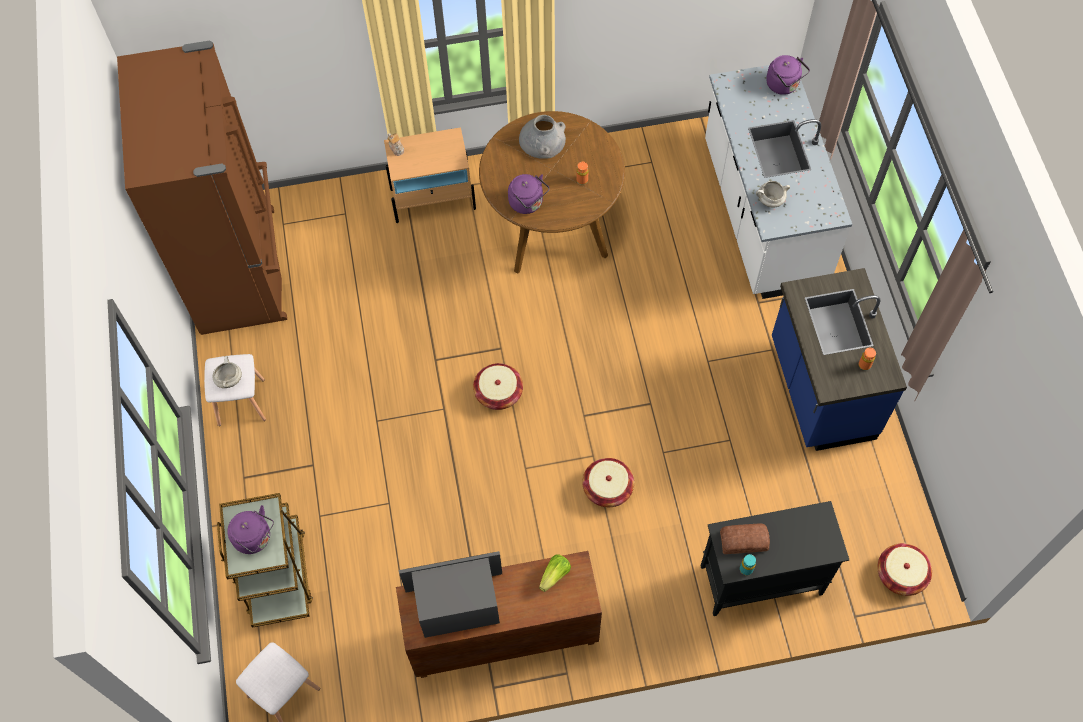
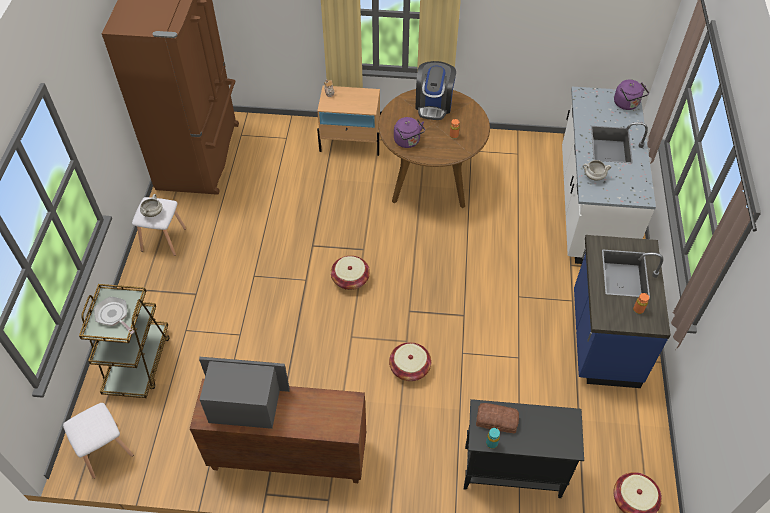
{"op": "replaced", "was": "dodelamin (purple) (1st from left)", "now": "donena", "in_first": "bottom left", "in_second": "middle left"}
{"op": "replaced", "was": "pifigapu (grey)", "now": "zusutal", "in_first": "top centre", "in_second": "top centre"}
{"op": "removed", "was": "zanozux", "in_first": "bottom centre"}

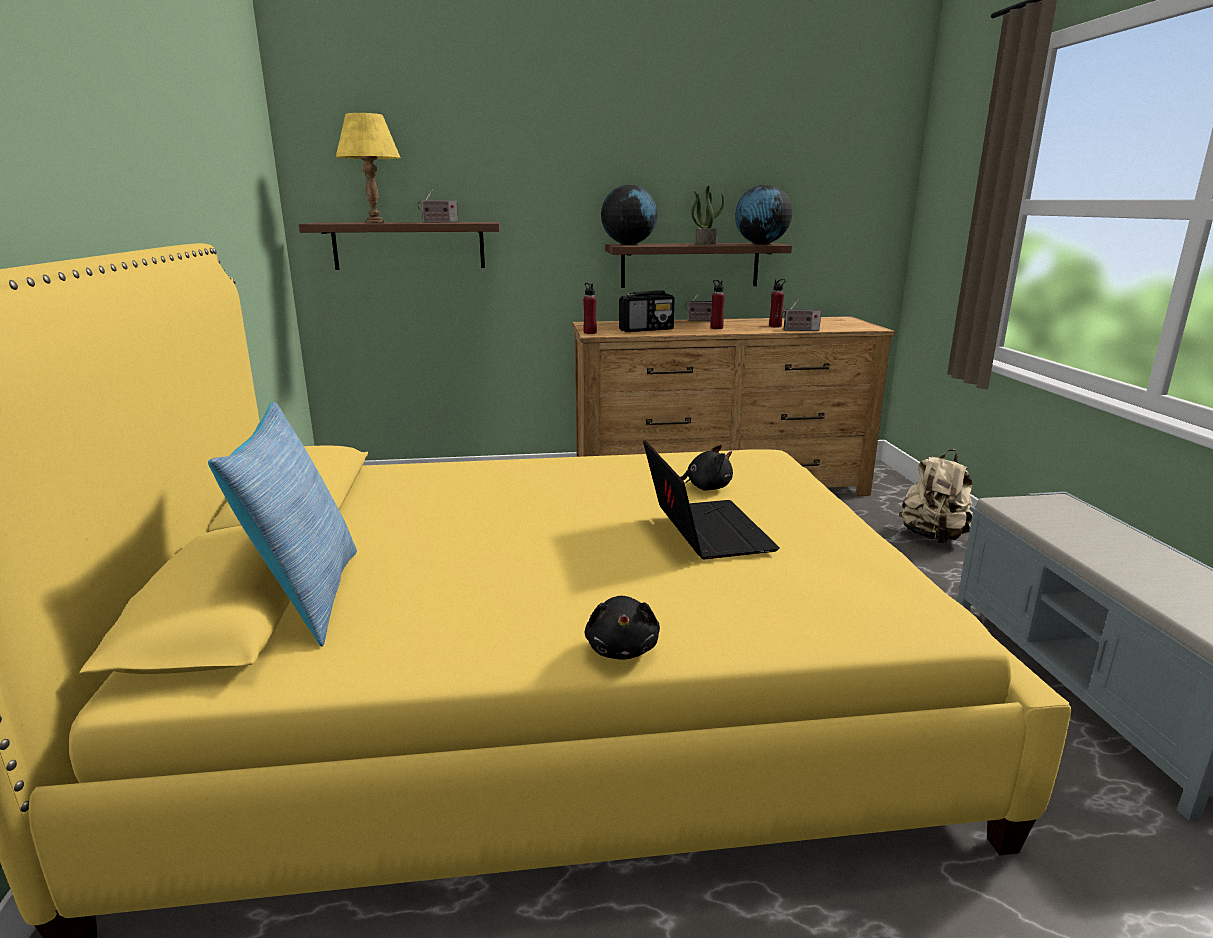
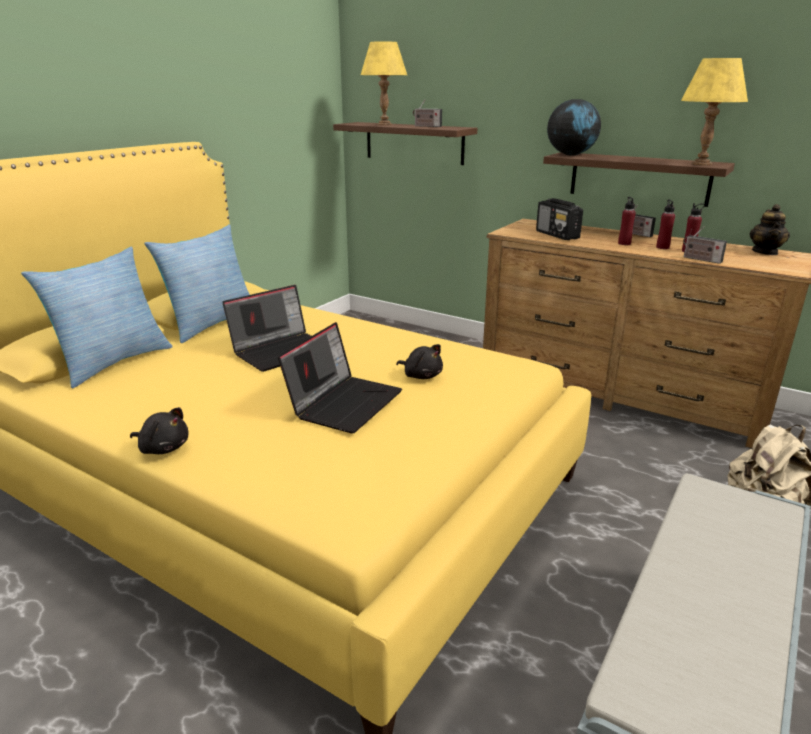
{"op": "moved", "was": "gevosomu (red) (1st from left in the first image)", "now": "gevosomu (red) (2nd from left)", "in_first": "top centre", "in_second": "top right"}
{"op": "turned", "was": "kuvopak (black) (1st from left)", "in_first": "bottom centre", "in_second": "middle left", "clockwise": -105}
{"op": "turned", "was": "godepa (2nd from left)", "in_first": "top centre", "in_second": "top right", "clockwise": 45}
{"op": "removed", "was": "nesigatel", "in_first": "top centre"}
{"op": "replaced", "was": "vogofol (2nd from left)", "now": "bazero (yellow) (2nd from left)", "in_first": "top centre", "in_second": "top right"}
{"op": "added", "now": "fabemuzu (2nd from left)", "in_second": "middle left"}
{"op": "added", "now": "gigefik (1st from left)", "in_second": "middle left"}
{"op": "added", "now": "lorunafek", "in_second": "top right"}

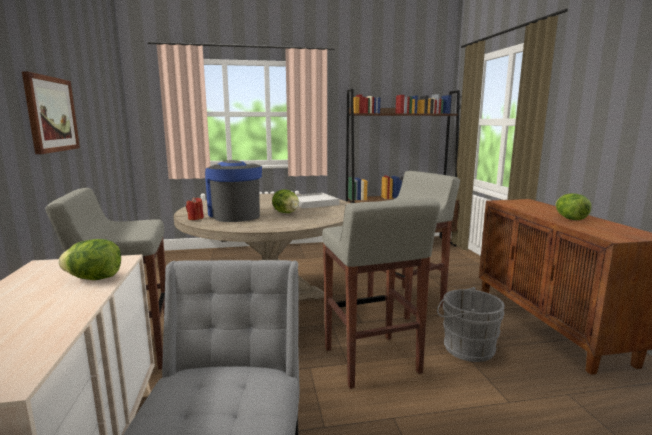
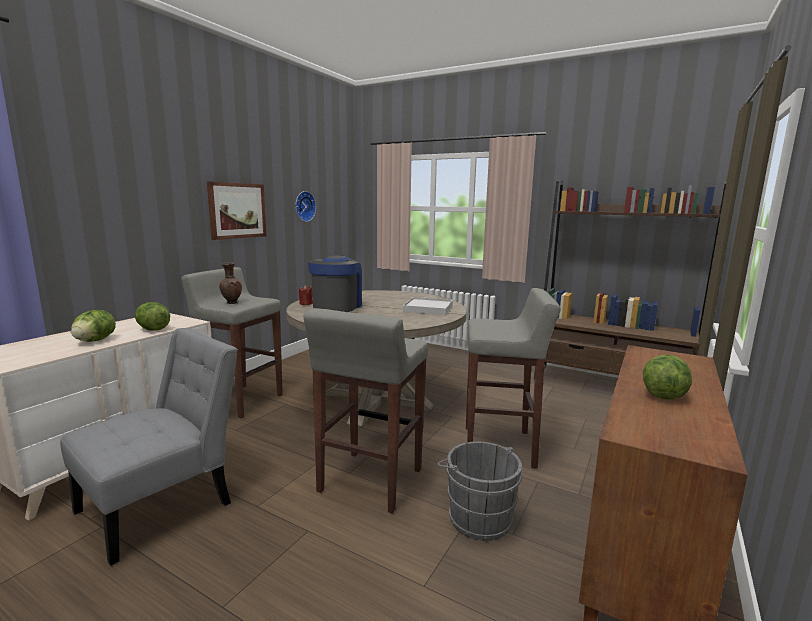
{"op": "moved", "was": "zanozux (2nd from left in the first image)", "now": "zanozux (1st from left)", "in_first": "centre", "in_second": "middle left"}
{"op": "added", "now": "pifigapu (brown)", "in_second": "middle left"}
{"op": "added", "now": "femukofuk", "in_second": "top centre"}

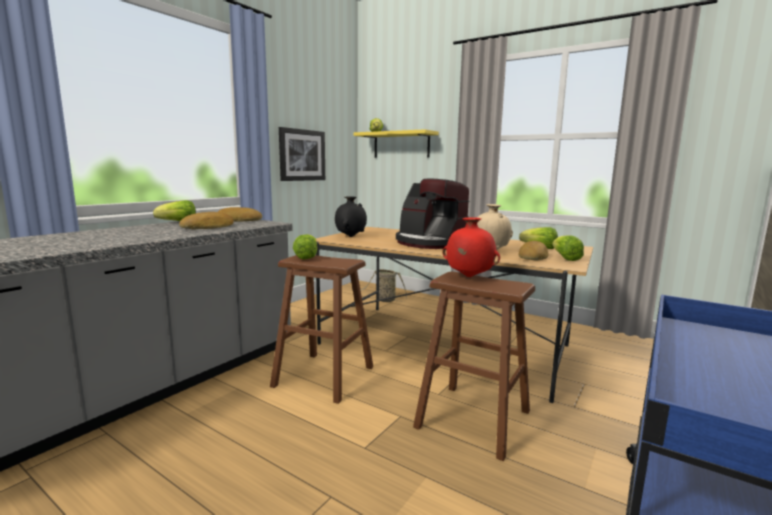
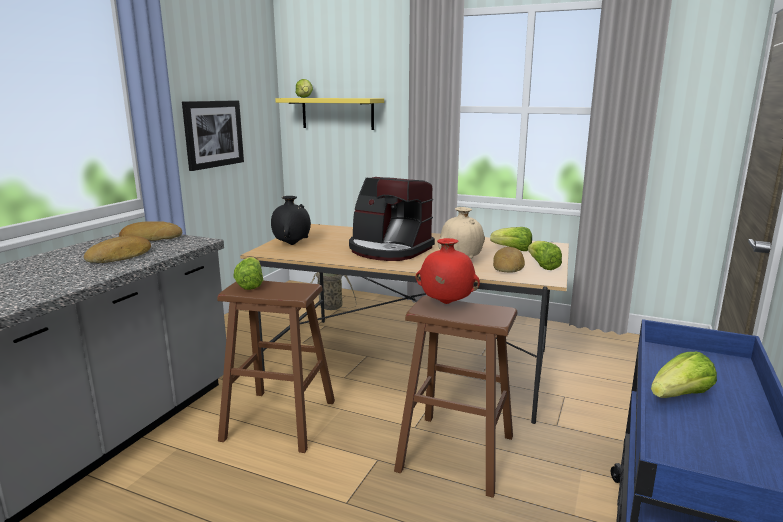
{"op": "moved", "was": "zanozux (1st from left in the first image)", "now": "zanozux (5th from left)", "in_first": "middle left", "in_second": "bottom right"}

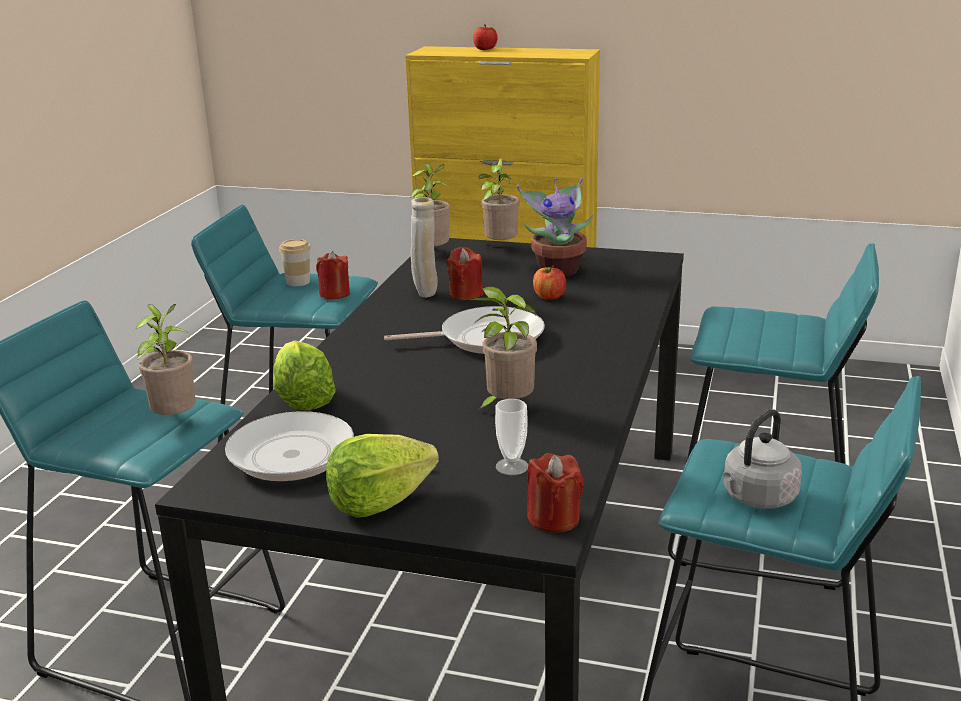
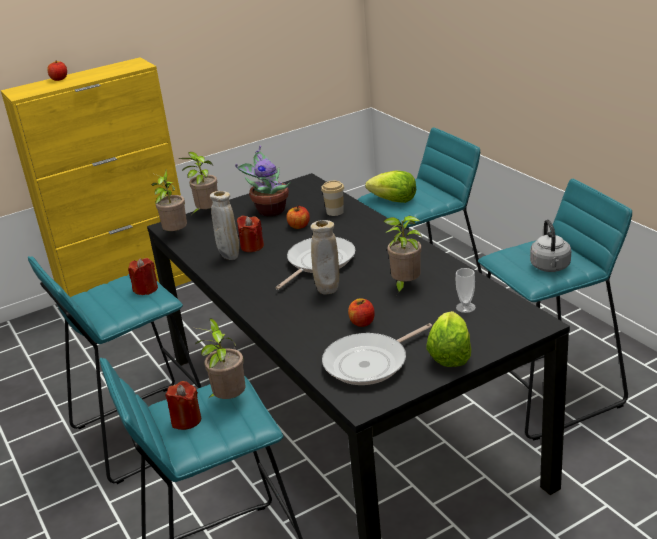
{"op": "moved", "was": "zanozux (1st from left)", "in_first": "middle left", "in_second": "centre"}
{"op": "moved", "was": "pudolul (1st from left)", "in_first": "middle left", "in_second": "centre"}
{"op": "moved", "was": "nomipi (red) (3rd from left in the first image)", "now": "nomipi (red) (2nd from left)", "in_first": "bottom centre", "in_second": "bottom left"}
{"op": "added", "now": "pifigapu (beige) (2nd from left)", "in_second": "centre"}
{"op": "added", "now": "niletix (3rd from left)", "in_second": "centre"}

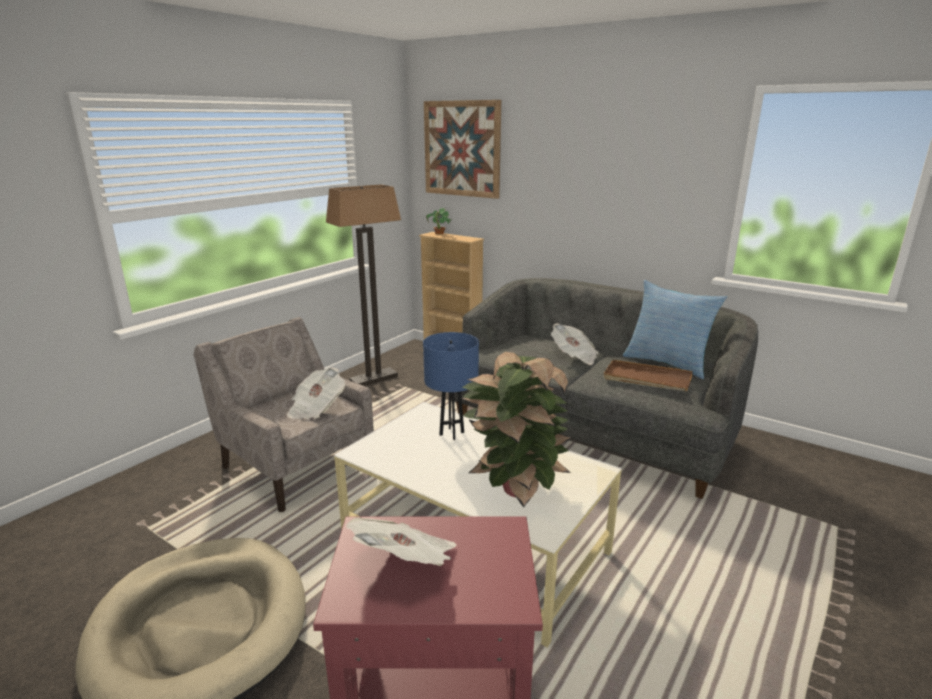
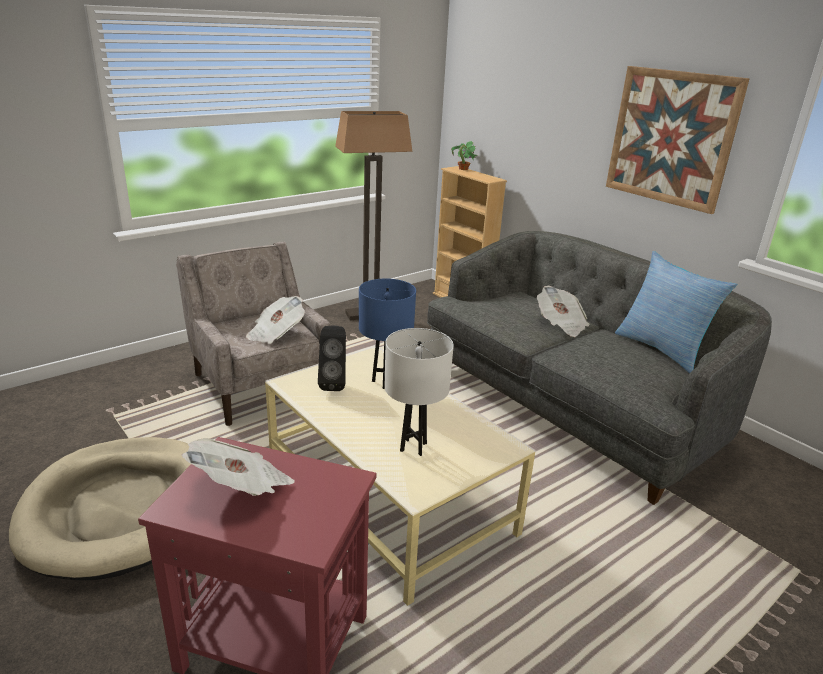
{"op": "moved", "was": "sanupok", "in_first": "top centre", "in_second": "top right"}
{"op": "replaced", "was": "nesigatel (2nd from left)", "now": "bazero (white)", "in_first": "centre", "in_second": "centre"}
{"op": "removed", "was": "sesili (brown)", "in_first": "middle right"}
{"op": "added", "now": "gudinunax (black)", "in_second": "centre"}

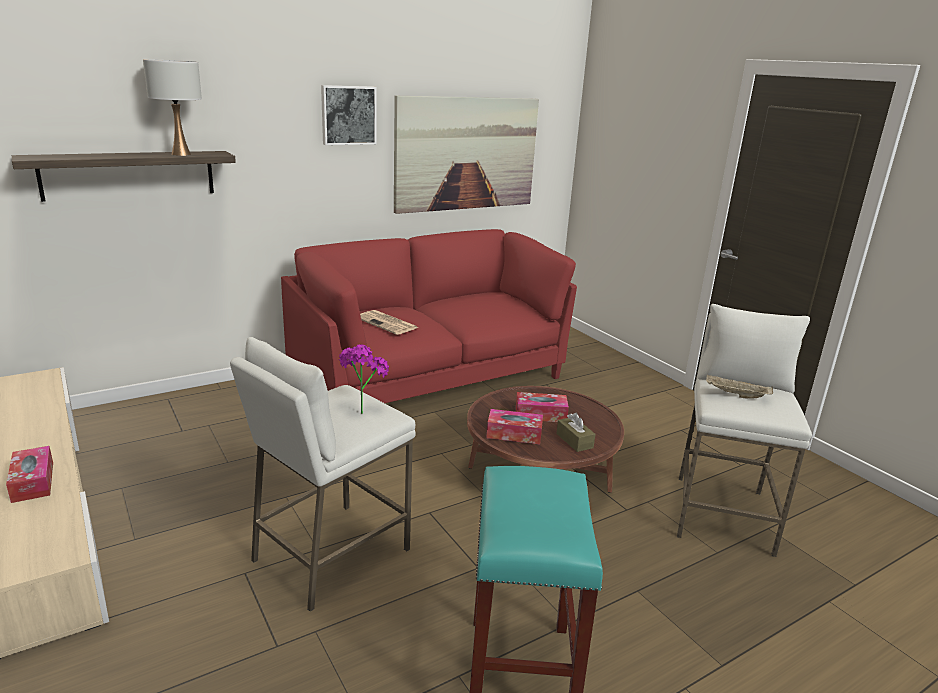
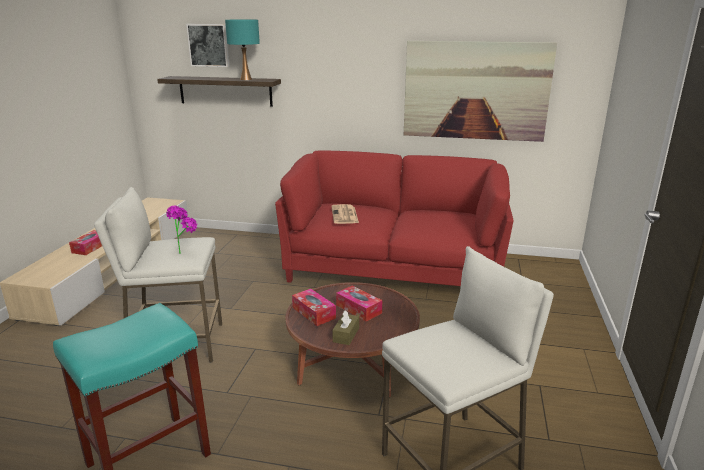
{"op": "recoloured", "was": "bazero (white)", "now": "bazero (turquoise)", "in_first": "top left", "in_second": "top centre"}
{"op": "moved", "was": "sanupok (1st from left)", "in_first": "top centre", "in_second": "top left"}
{"op": "removed", "was": "sesili (beige)", "in_first": "middle right"}

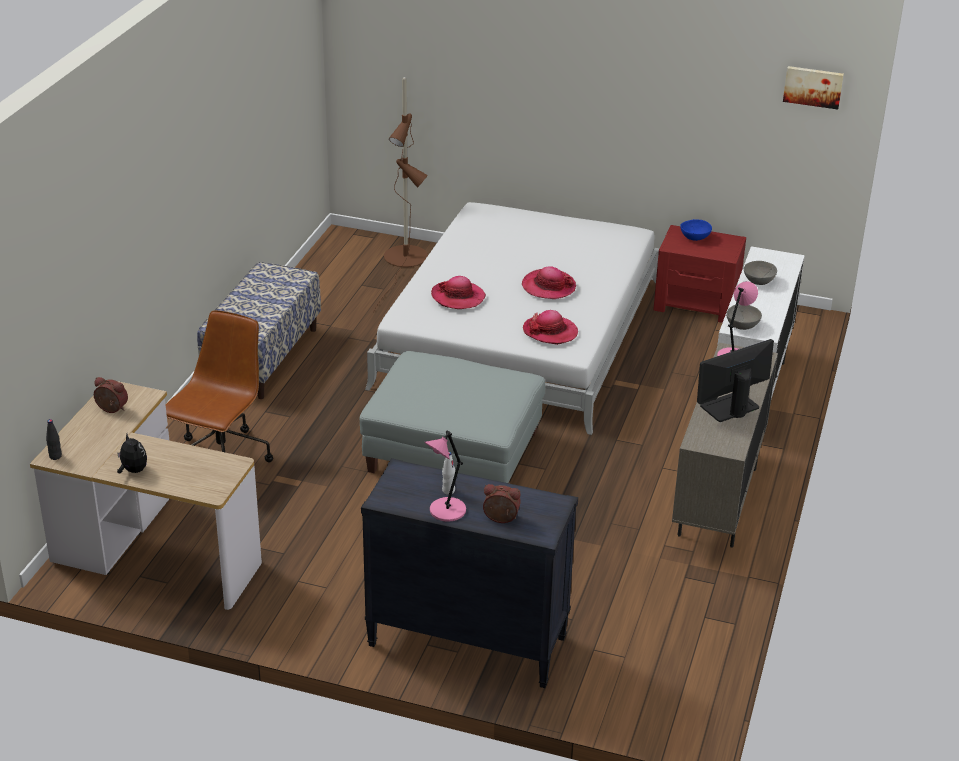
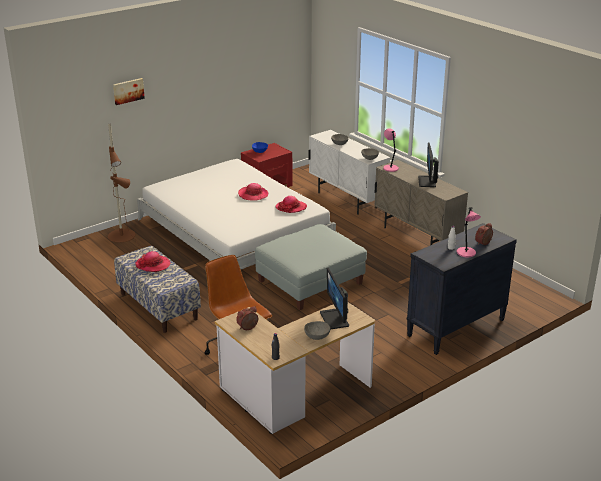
{"op": "replaced", "was": "kuvopak", "now": "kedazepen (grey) (1st from left)", "in_first": "middle left", "in_second": "bottom centre"}
{"op": "moved", "was": "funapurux (1st from left)", "in_first": "centre", "in_second": "middle left"}
{"op": "moved", "was": "sanupok", "in_first": "top right", "in_second": "top left"}
{"op": "added", "now": "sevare (1st from left)", "in_second": "centre"}

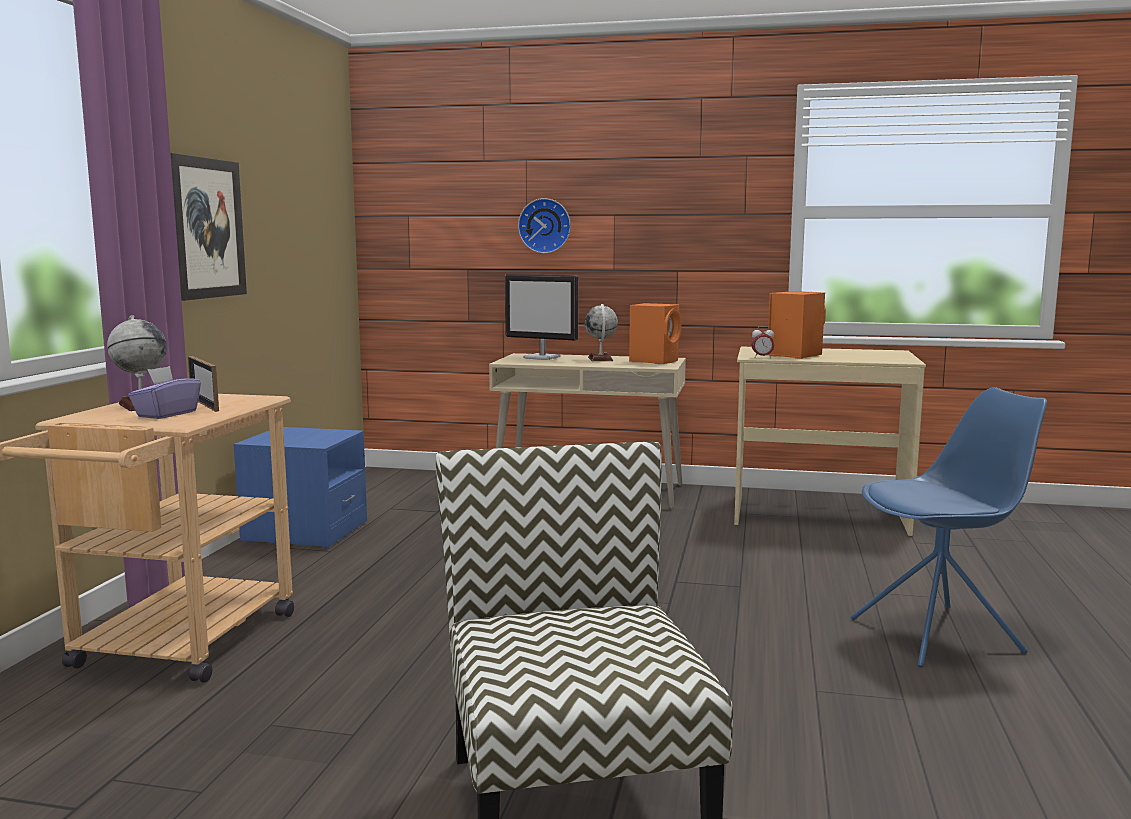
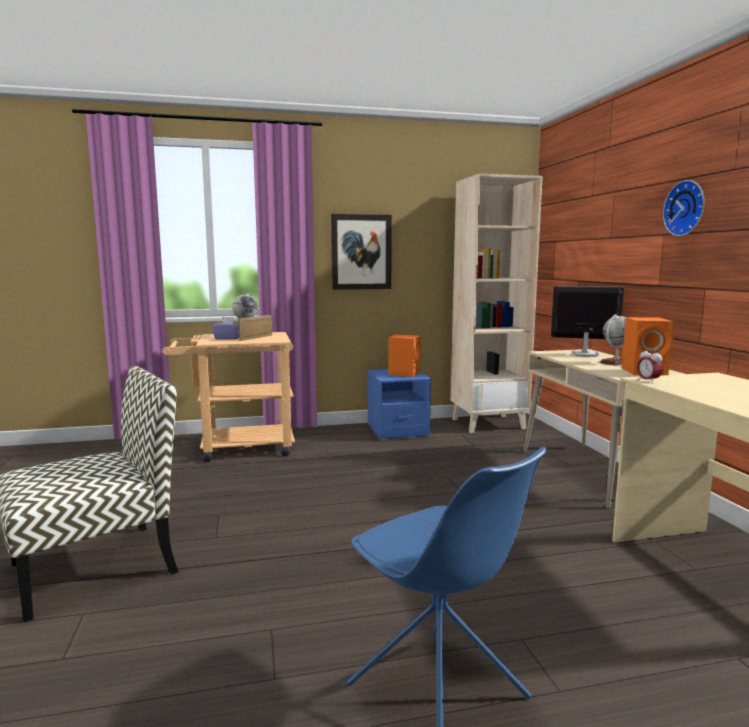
{"op": "turned", "was": "sevare", "in_first": "centre", "in_second": "middle right", "clockwise": 105}
{"op": "moved", "was": "femukofuk", "in_first": "top centre", "in_second": "top right"}
{"op": "moved", "was": "gudinunax (orange) (2nd from left in the first image)", "now": "gudinunax (orange) (1st from left)", "in_first": "middle right", "in_second": "centre"}
{"op": "added", "now": "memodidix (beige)", "in_second": "centre"}

